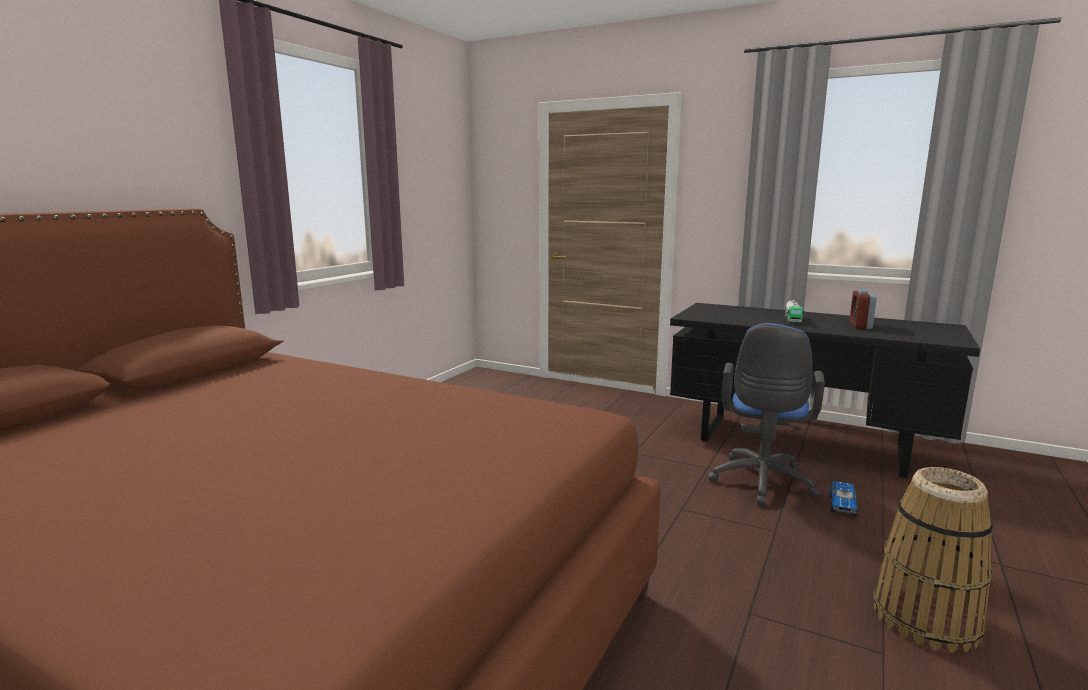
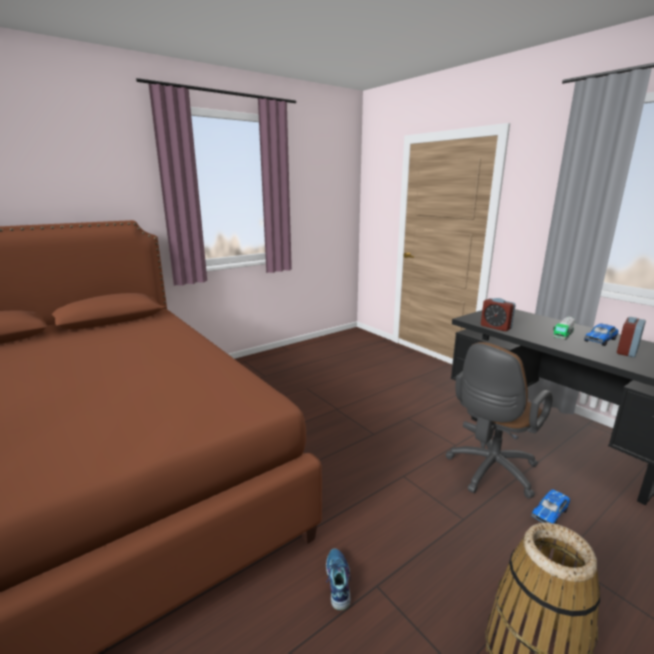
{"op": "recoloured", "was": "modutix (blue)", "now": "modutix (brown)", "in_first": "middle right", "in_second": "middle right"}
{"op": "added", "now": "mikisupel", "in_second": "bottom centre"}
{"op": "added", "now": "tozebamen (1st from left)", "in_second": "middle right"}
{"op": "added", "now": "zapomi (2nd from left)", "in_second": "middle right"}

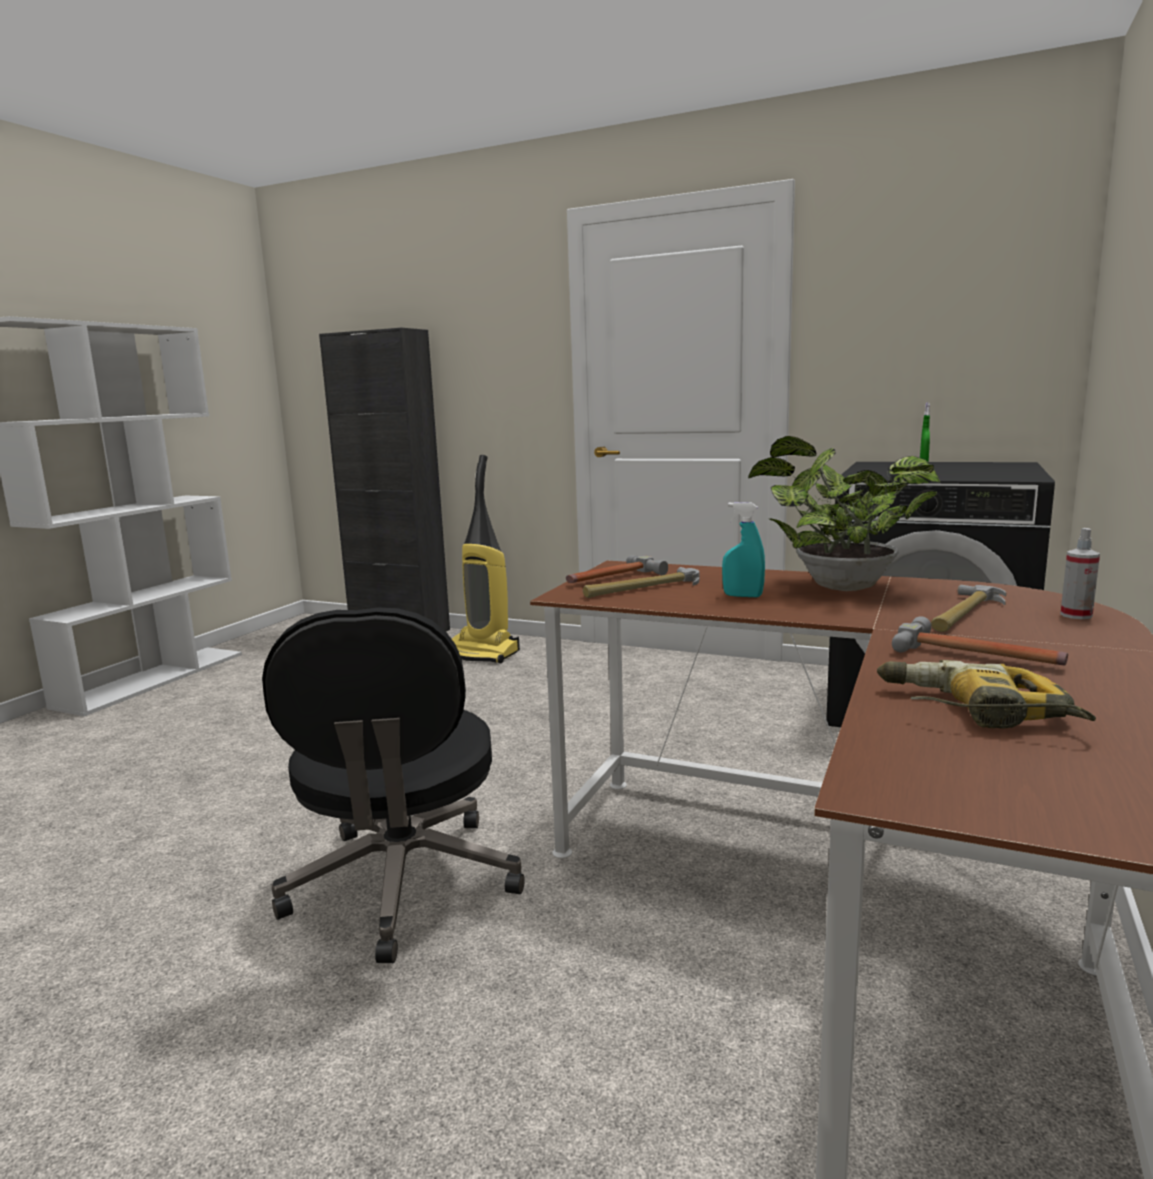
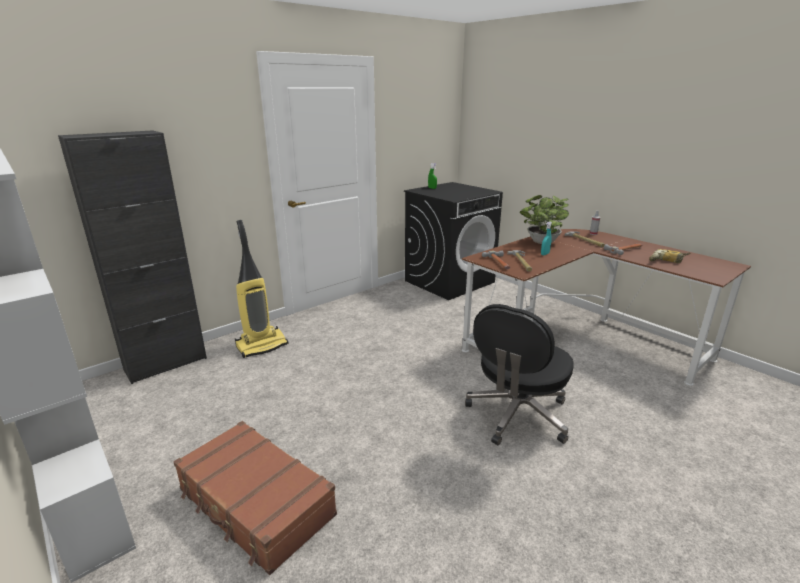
{"op": "turned", "was": "modutix (black)", "in_first": "centre", "in_second": "centre", "clockwise": 105}
{"op": "added", "now": "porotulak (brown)", "in_second": "bottom left"}

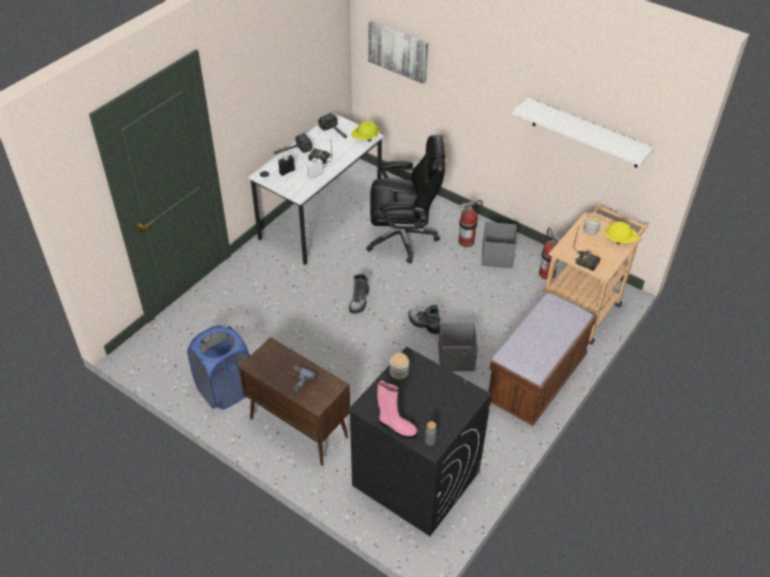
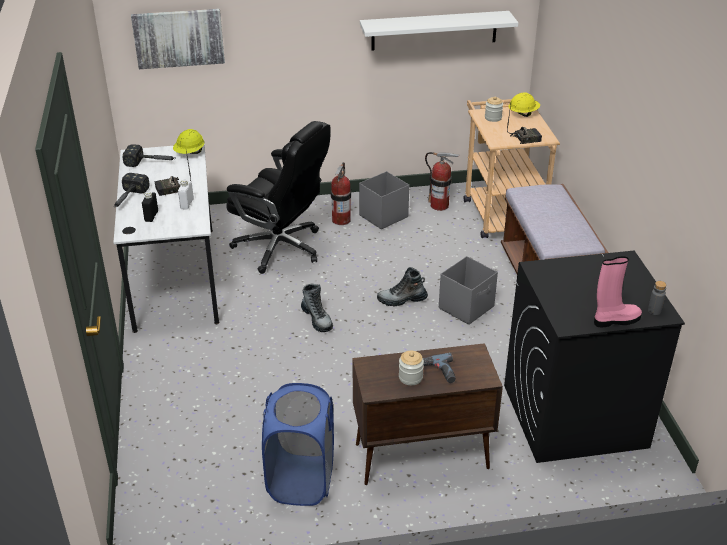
{"op": "turned", "was": "modutix (black)", "in_first": "centre", "in_second": "centre", "clockwise": 75}
{"op": "moved", "was": "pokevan (1st from left)", "in_first": "centre", "in_second": "bottom centre"}

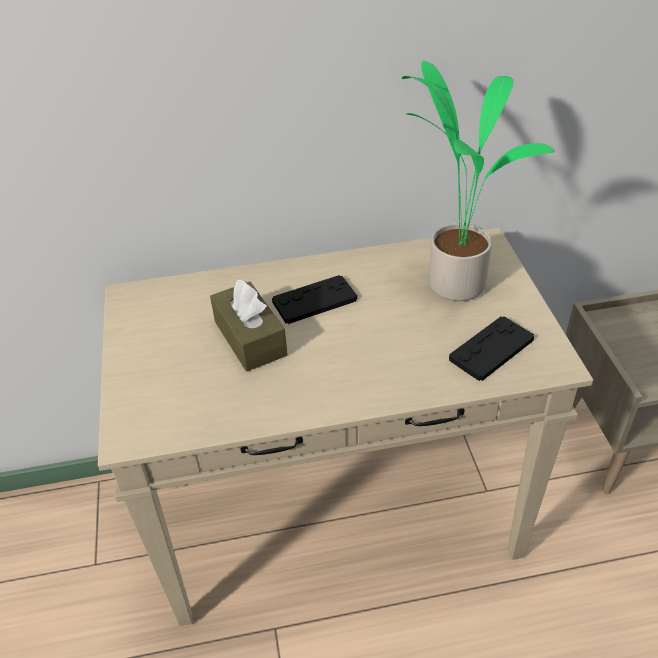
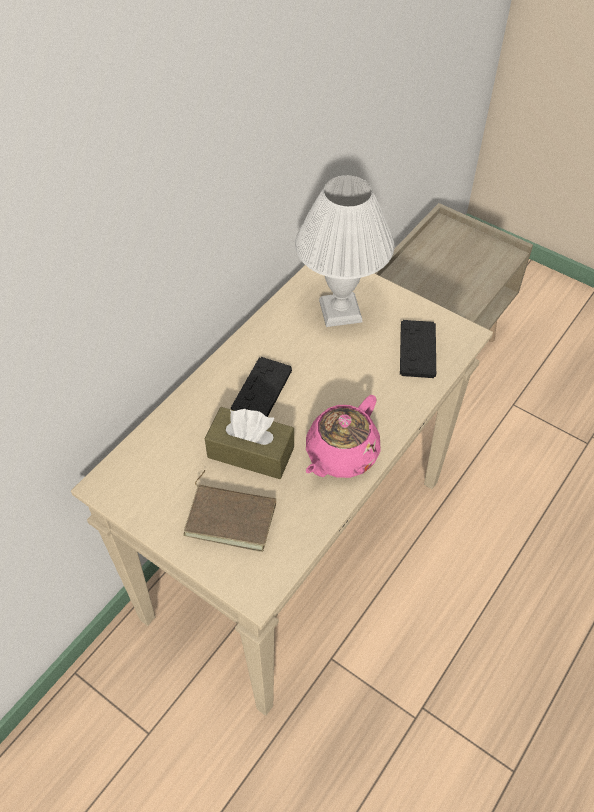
{"op": "replaced", "was": "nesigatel", "now": "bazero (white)", "in_first": "top right", "in_second": "top centre"}
{"op": "added", "now": "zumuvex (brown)", "in_second": "centre"}
{"op": "added", "now": "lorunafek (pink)", "in_second": "centre"}

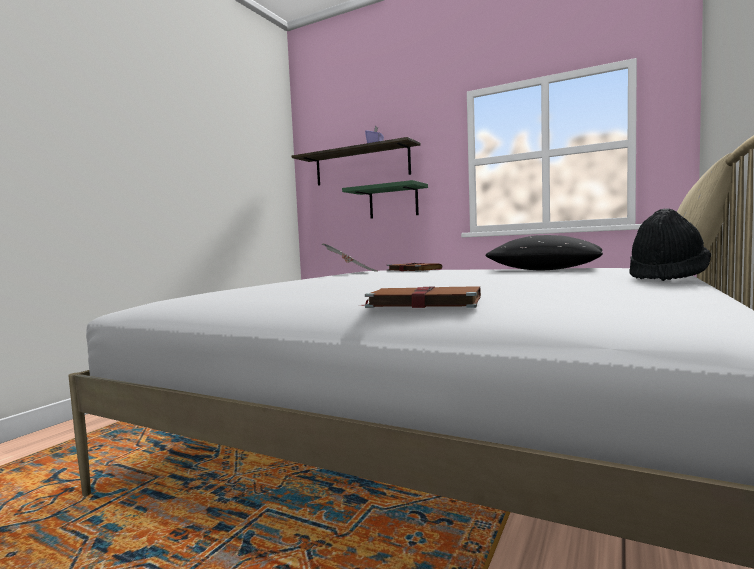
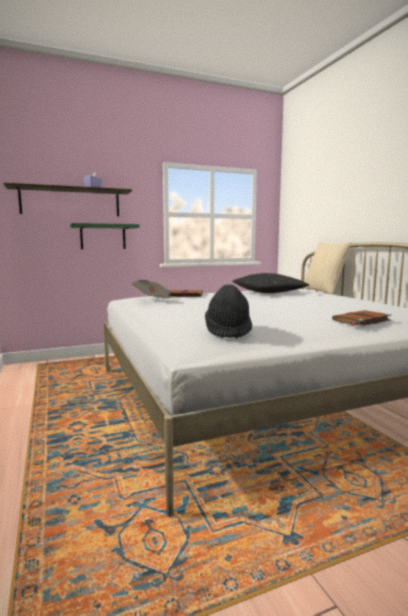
{"op": "moved", "was": "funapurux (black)", "in_first": "middle right", "in_second": "centre"}

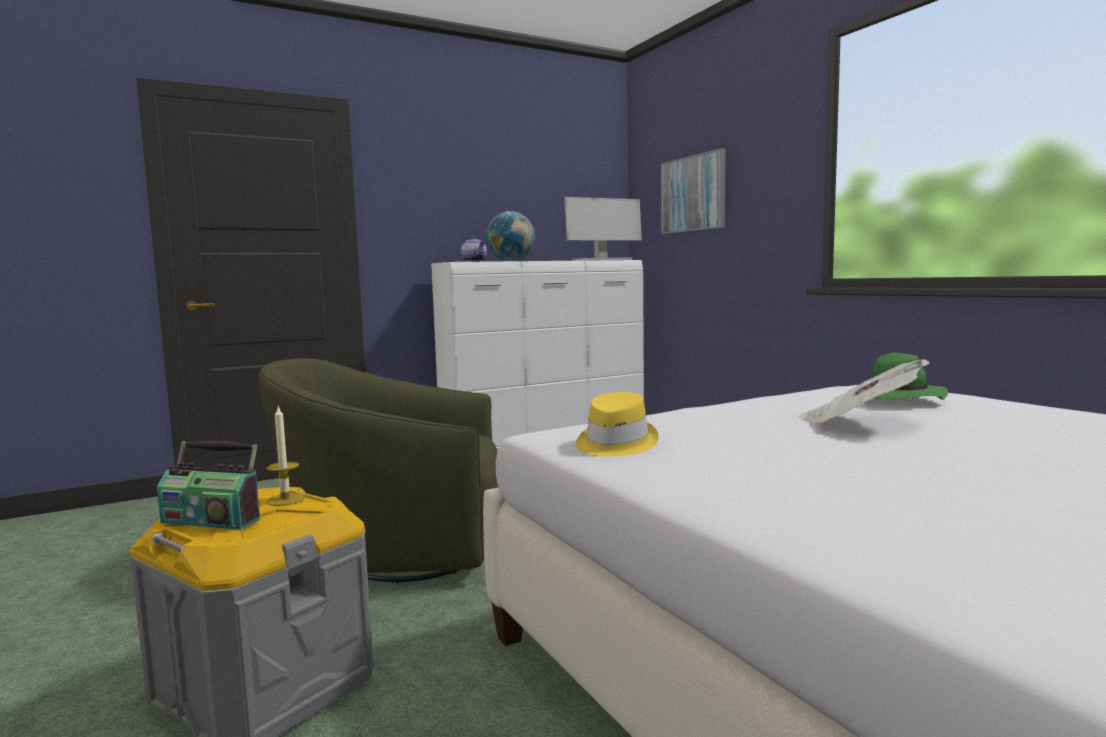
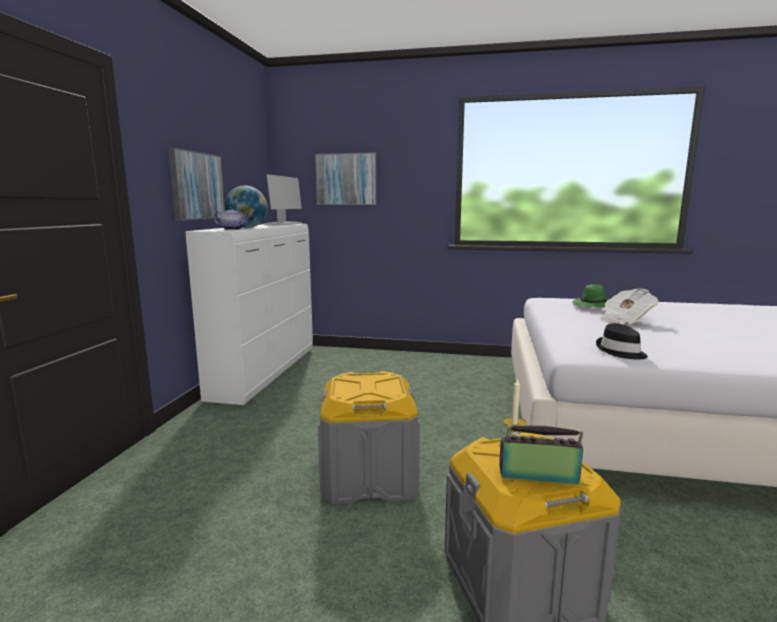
{"op": "turned", "was": "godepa", "in_first": "middle left", "in_second": "bottom right", "clockwise": -135}
{"op": "replaced", "was": "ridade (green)", "now": "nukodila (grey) (1st from left)", "in_first": "centre", "in_second": "bottom centre"}
{"op": "recoloured", "was": "funapurux (yellow)", "now": "funapurux (black)", "in_first": "centre", "in_second": "middle right"}
{"op": "added", "now": "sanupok (1st from left)", "in_second": "top left"}

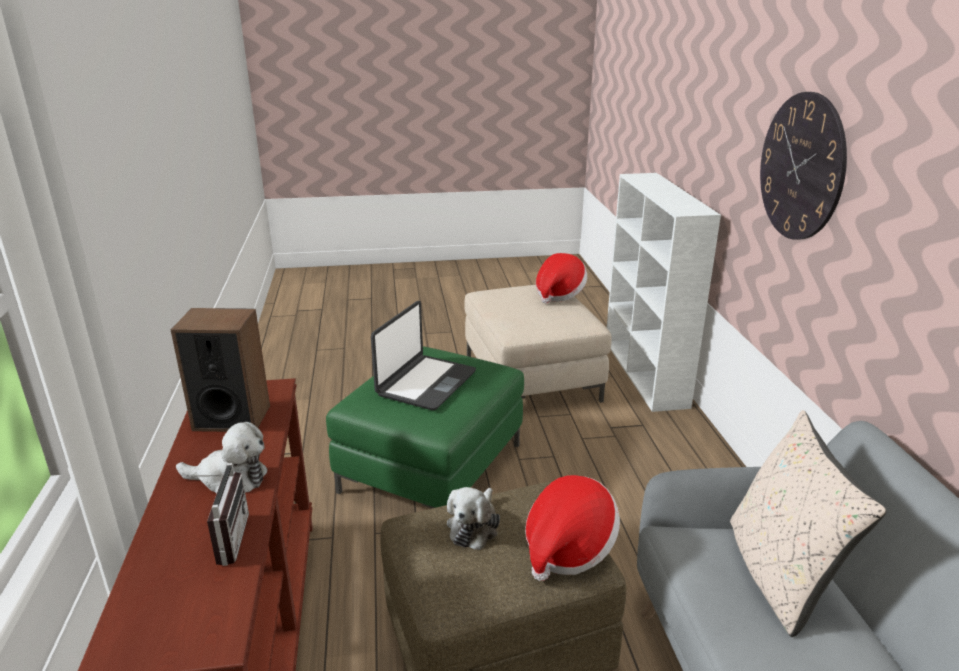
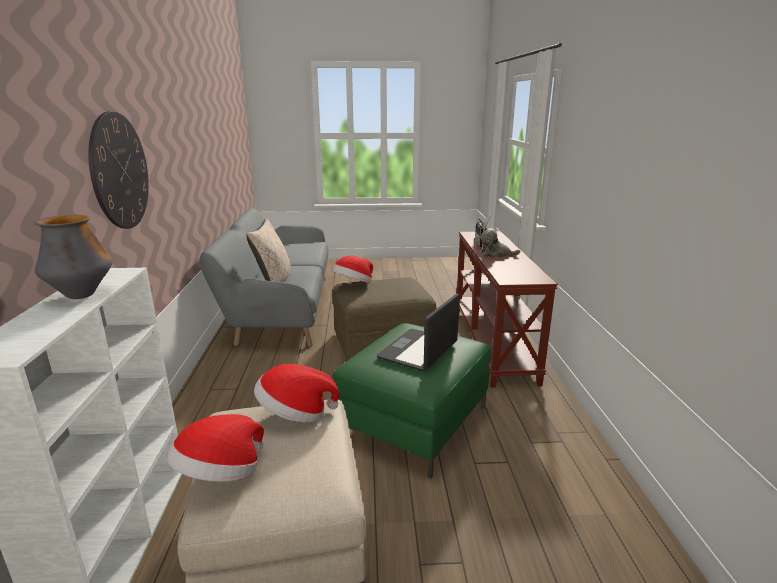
{"op": "removed", "was": "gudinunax", "in_first": "middle left"}
{"op": "removed", "was": "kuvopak (2nd from left)", "in_first": "bottom centre"}
{"op": "added", "now": "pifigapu", "in_second": "middle left"}
{"op": "added", "now": "funapurux (2nd from left)", "in_second": "bottom centre"}

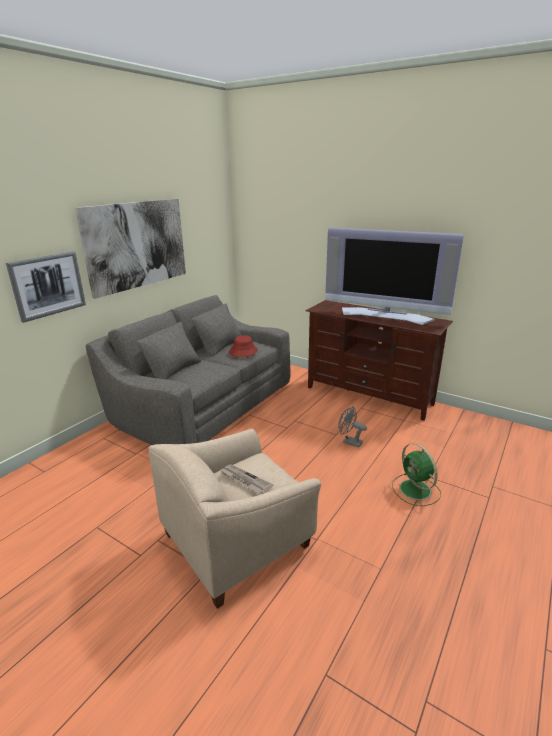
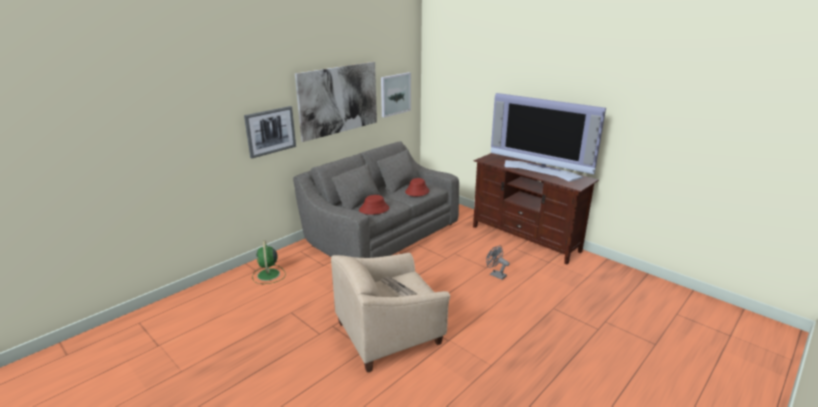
{"op": "moved", "was": "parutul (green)", "in_first": "middle right", "in_second": "middle left"}
{"op": "added", "now": "funapurux (red) (1st from left)", "in_second": "centre"}
{"op": "added", "now": "sanupok (3rd from left)", "in_second": "top centre"}

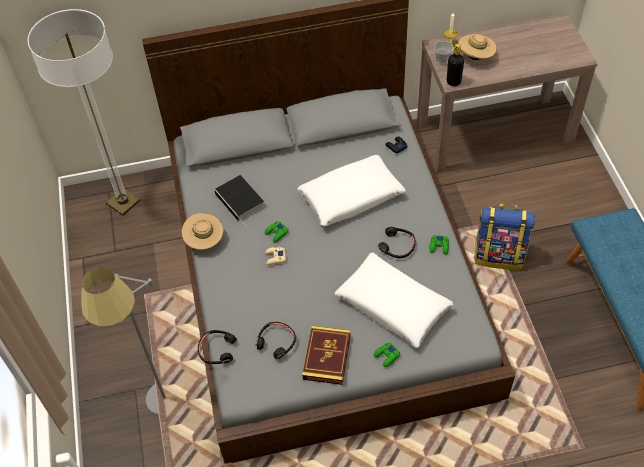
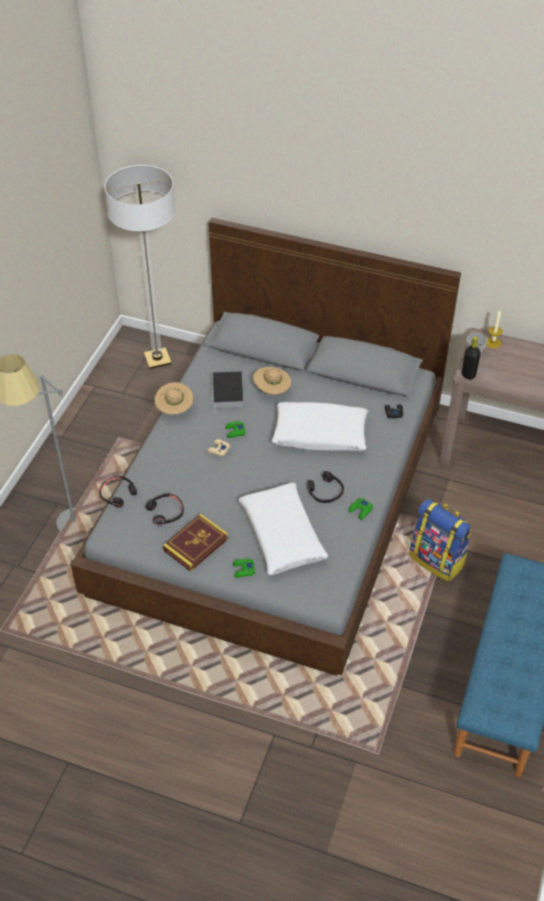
{"op": "moved", "was": "funapurux (beige) (2nd from left)", "in_first": "top right", "in_second": "centre"}

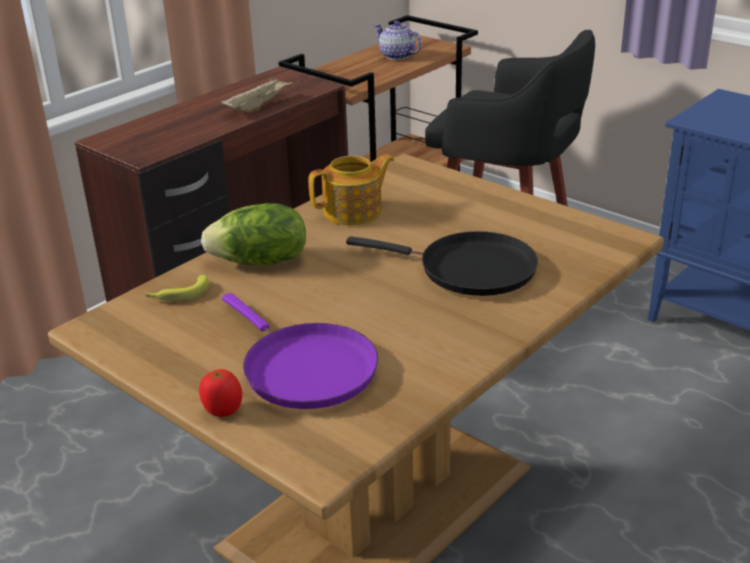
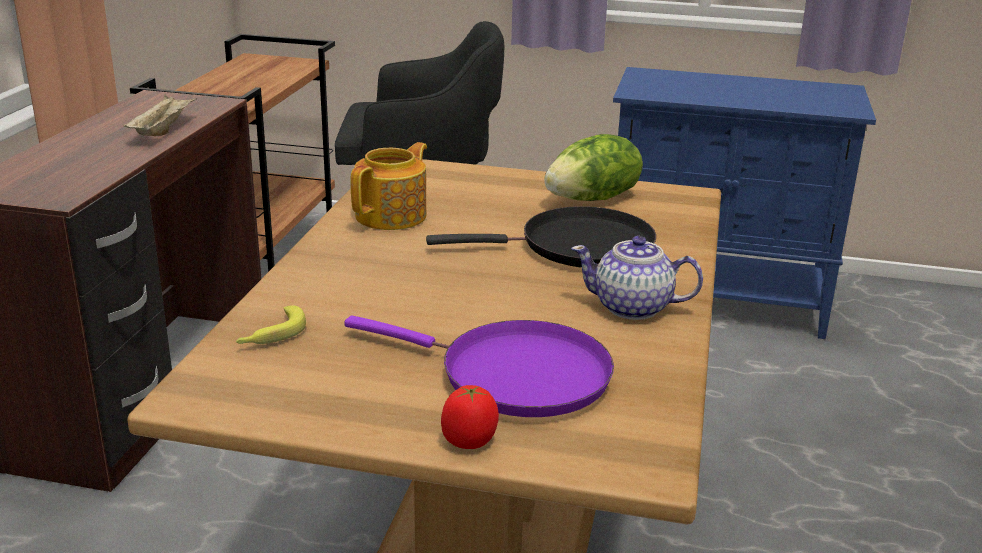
{"op": "moved", "was": "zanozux", "in_first": "centre", "in_second": "top centre"}
{"op": "moved", "was": "lorunafek (2nd from left)", "in_first": "top centre", "in_second": "centre"}

